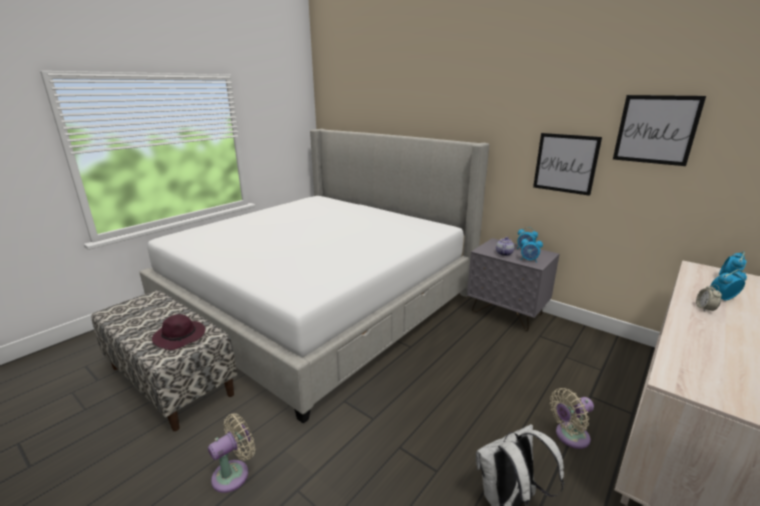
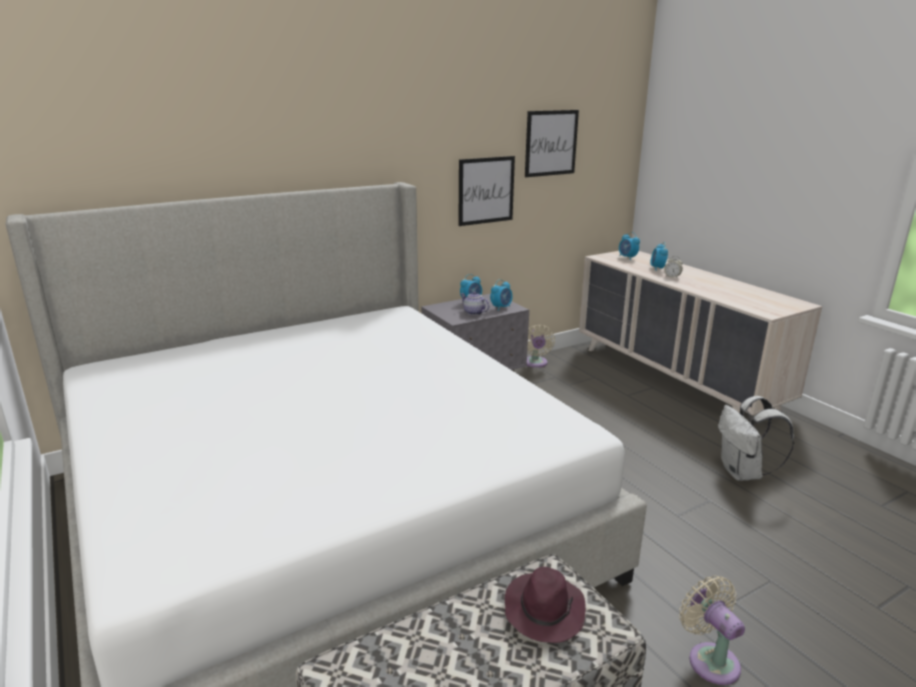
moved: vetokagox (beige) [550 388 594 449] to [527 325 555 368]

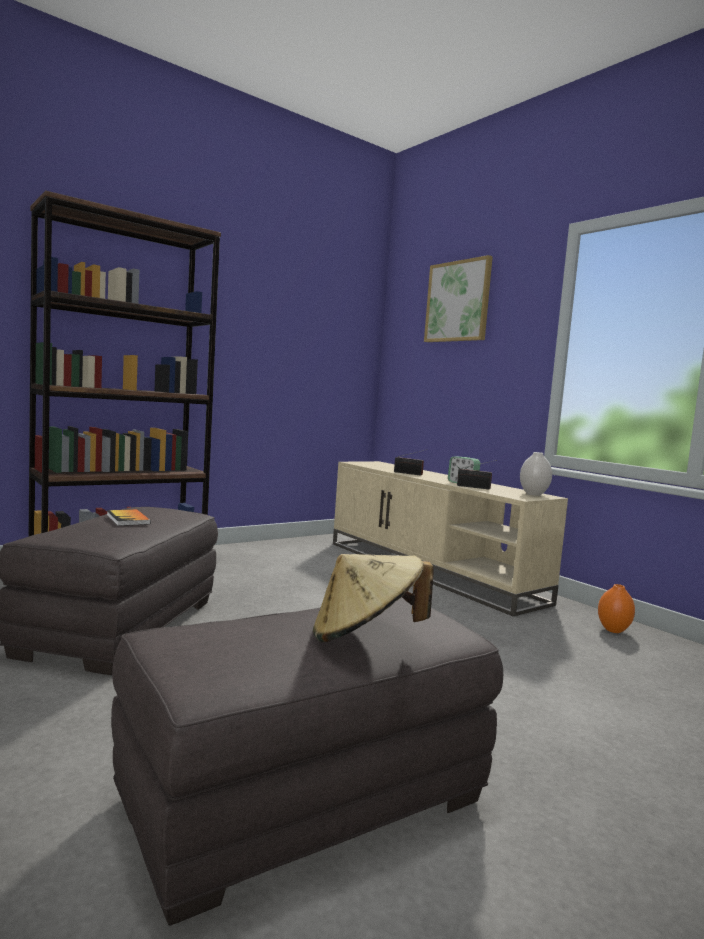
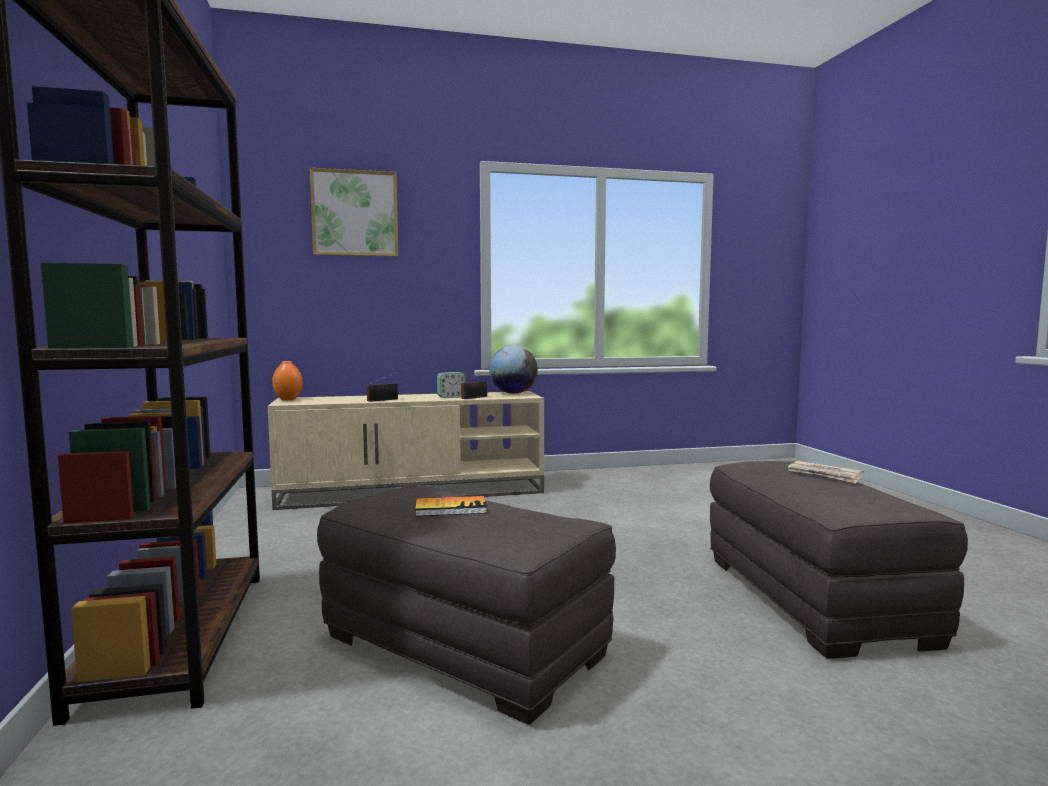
moved: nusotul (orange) [598 584 635 633] to [272 361 302 400]
replaced: nusotul (white) [520 452 552 496] to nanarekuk [489 345 538 394]; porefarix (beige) [313 554 434 642] to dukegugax [788 461 864 483]

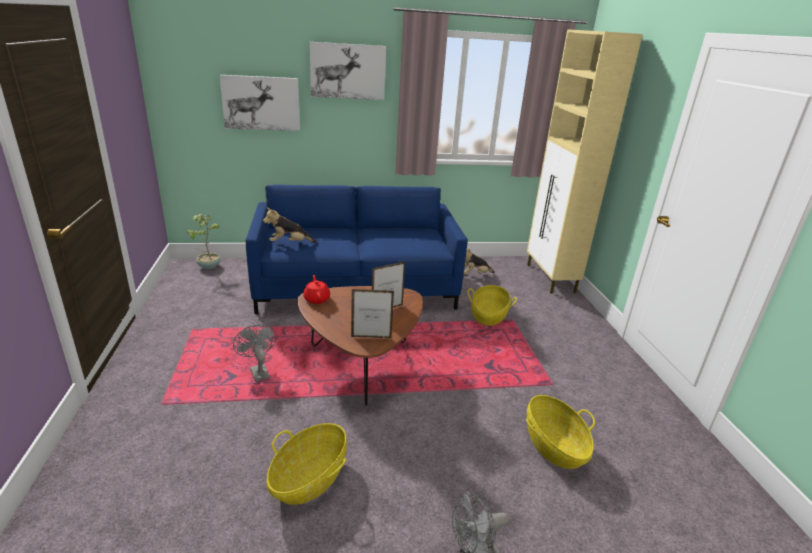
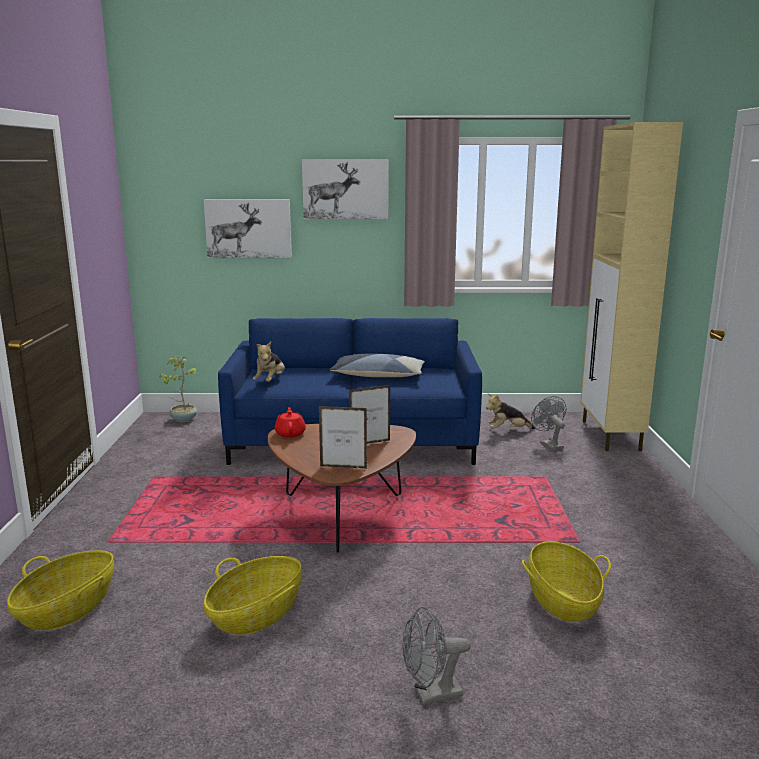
added: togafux [330 353 425 377]
moved: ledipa [467 285 517 326] to [7 550 114 630]; vetokagox (grey) [233 324 277 382] to [531 396 567 451]
turned: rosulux [263 207 317 243] = [253 342 285 382] 75 degrees counterclockwise

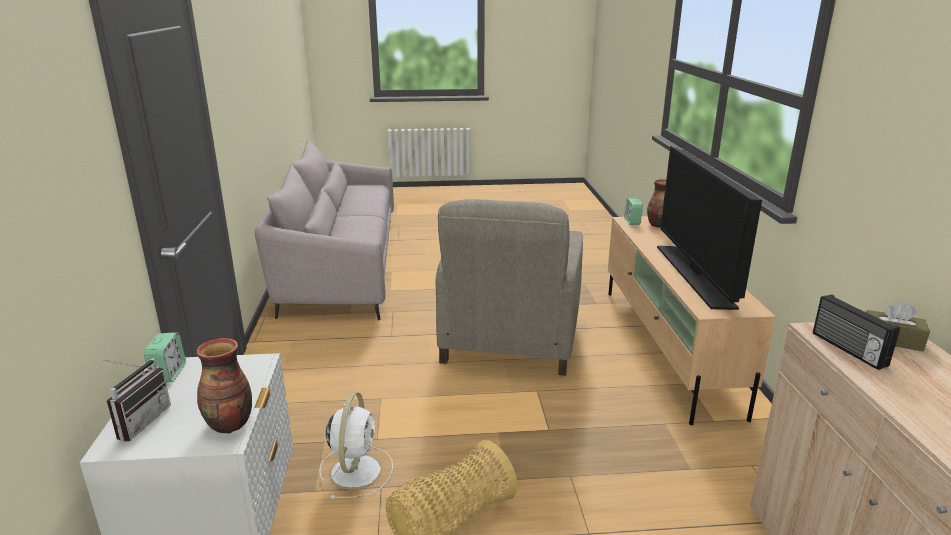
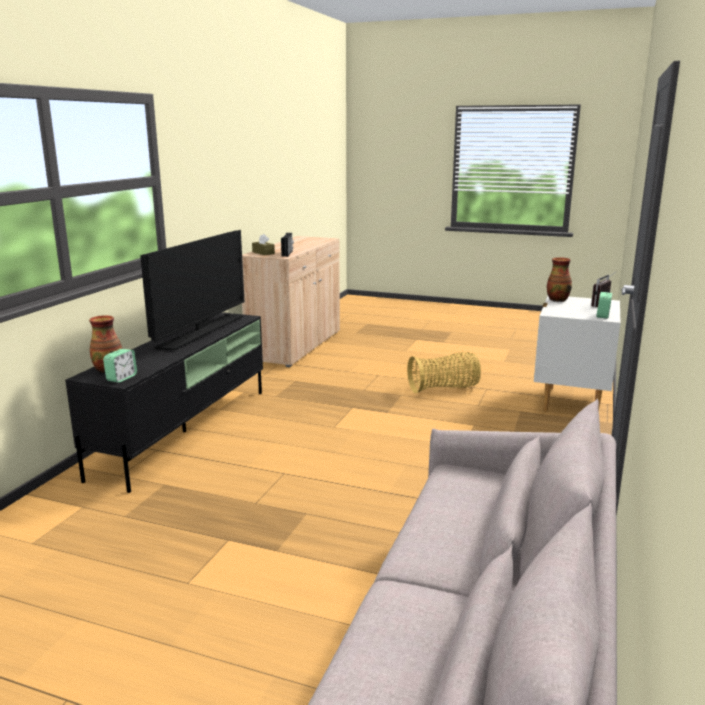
removed: vetokagox (white) [319 392 393 499]; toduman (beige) [436 199 583 376]
recoloured: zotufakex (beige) [608 216 776 425] to zotufakex (black) [65 312 263 493]

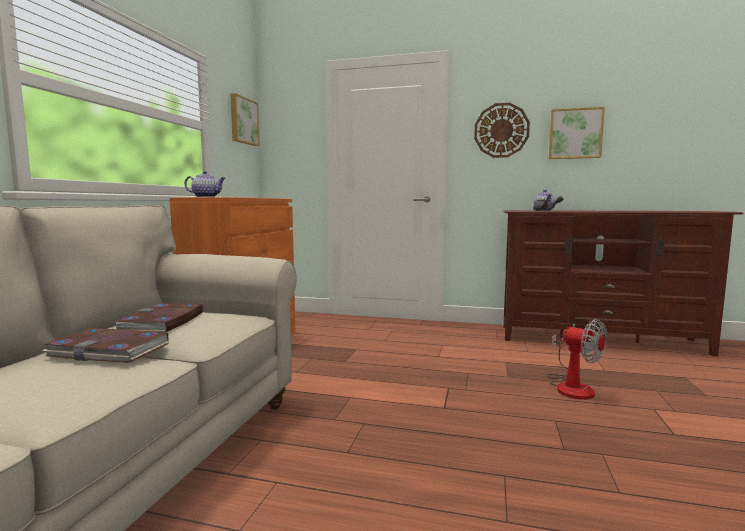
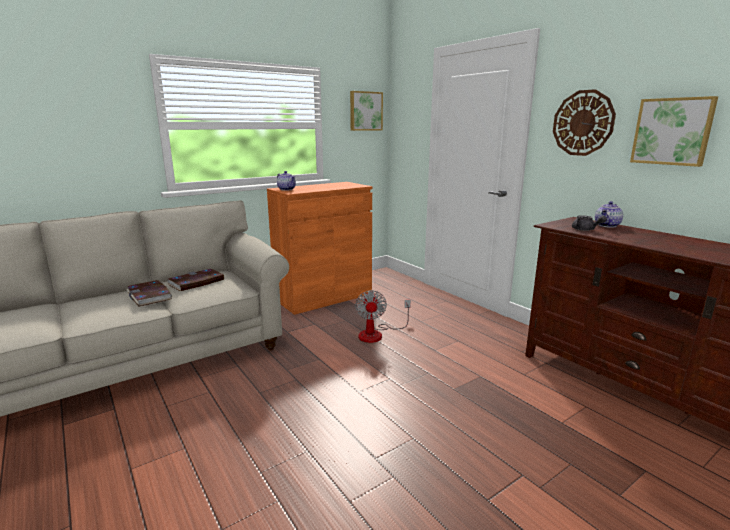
moved: vetokagox [547 319 607 400] to [355 290 411 343]

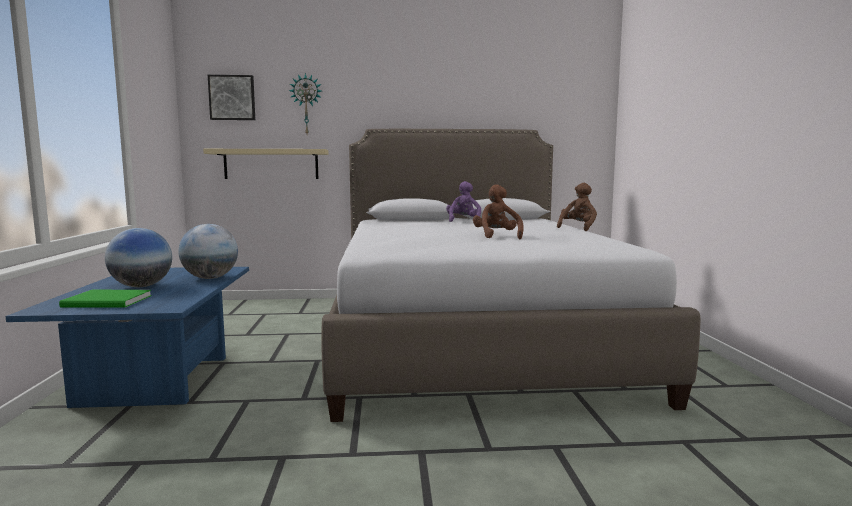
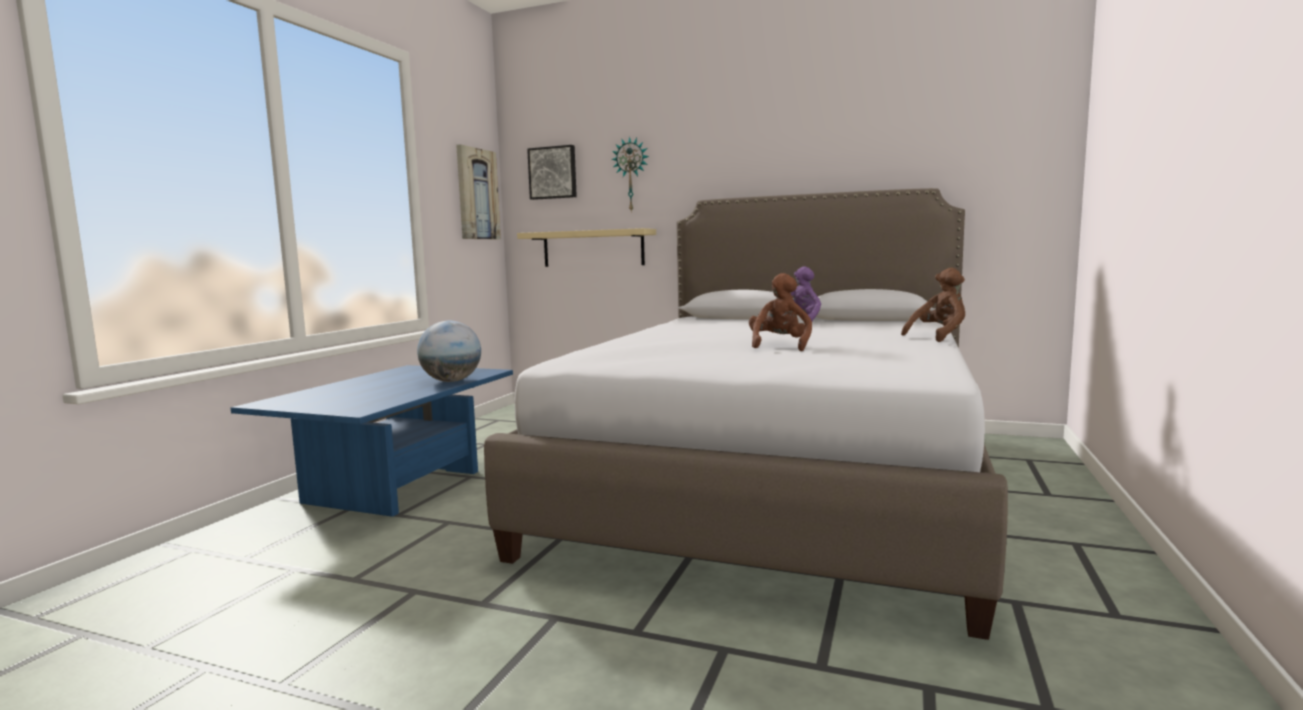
removed: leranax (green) [59 290 152 308]; nanarekuk [105 228 172 287]
added: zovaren [456 144 501 239]

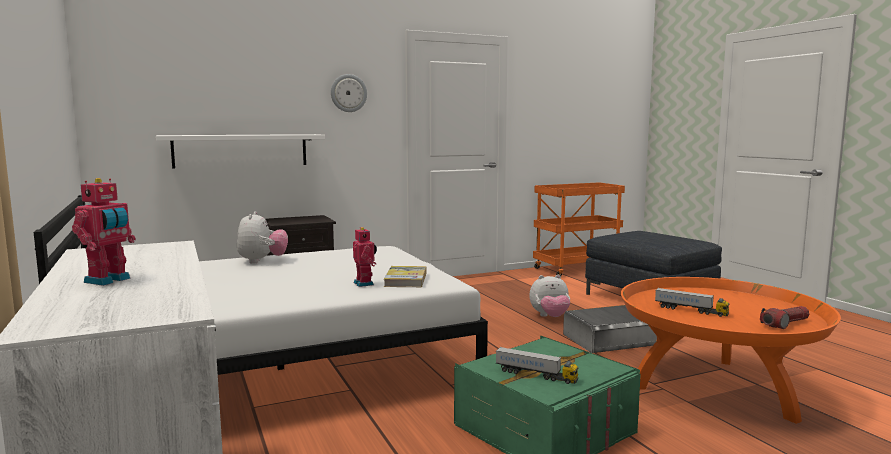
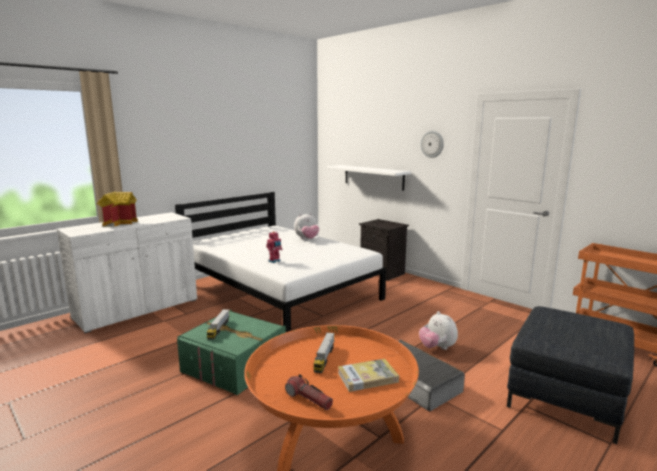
moved: leranax [384 266 426 287] to [338 359 399 392]
replaced: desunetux [72 178 136 286] to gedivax [96 192 138 227]

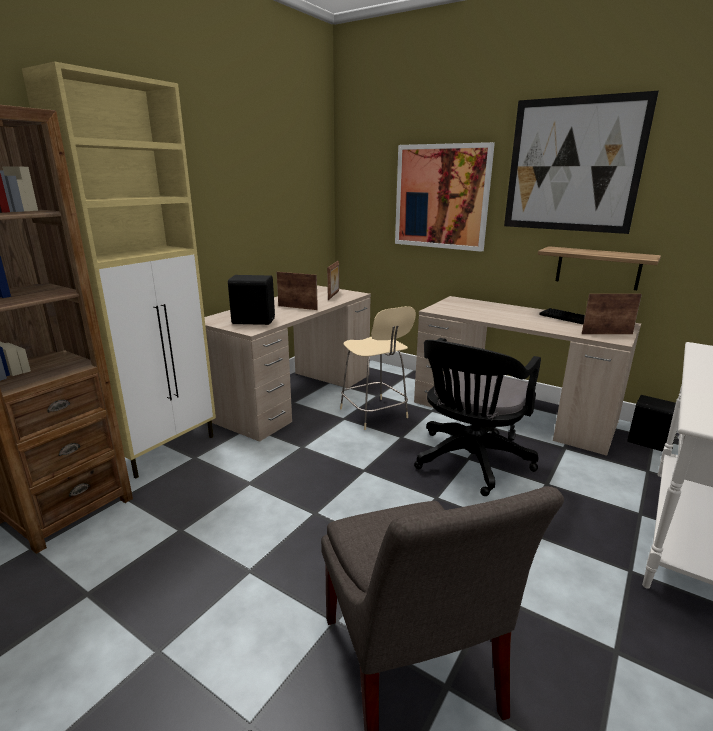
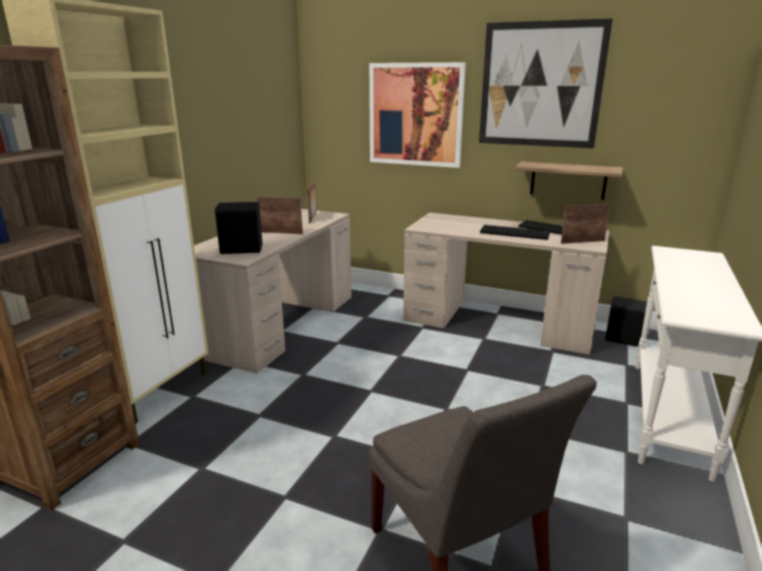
removed: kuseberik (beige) [340 306 416 430]; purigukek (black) [414 338 541 496]
added: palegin [480 225 550 240]

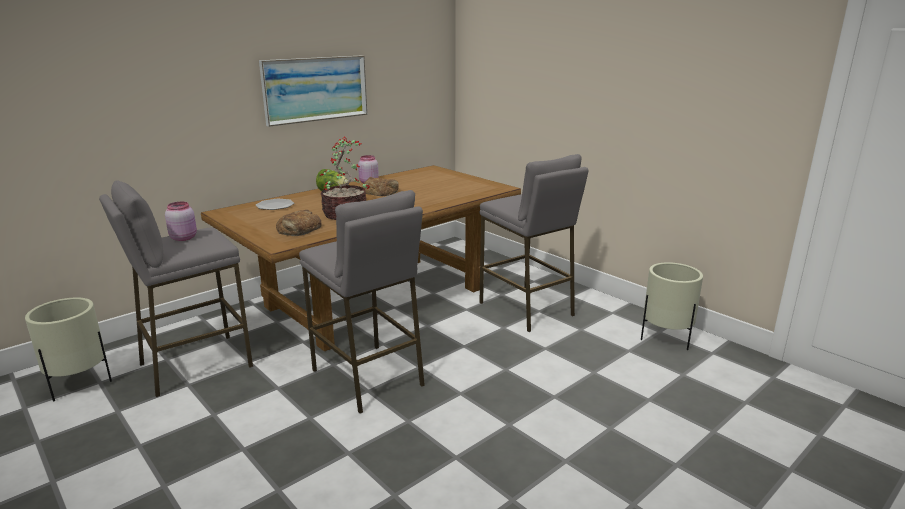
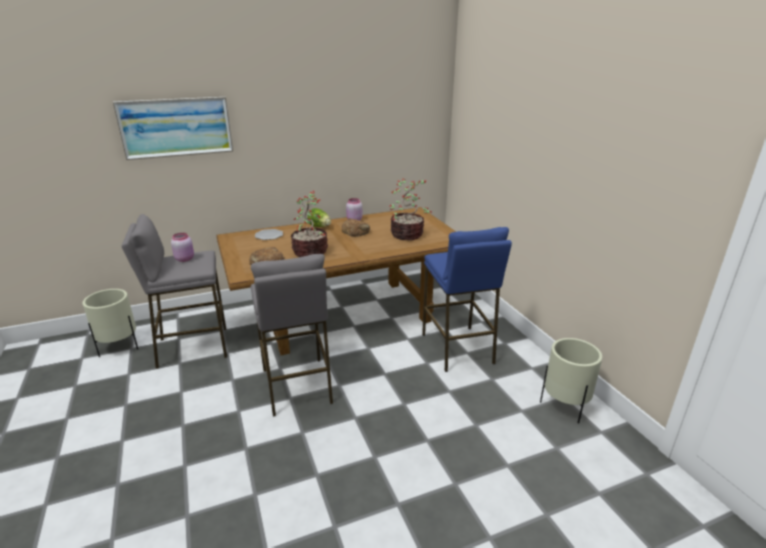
added: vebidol [390 179 432 240]
moved: zovaren [259 55 367 127] to [113 97 233 160]
recoloured: kuseberik (grey) [479 154 589 332] to kuseberik (blue) [422 227 512 372]

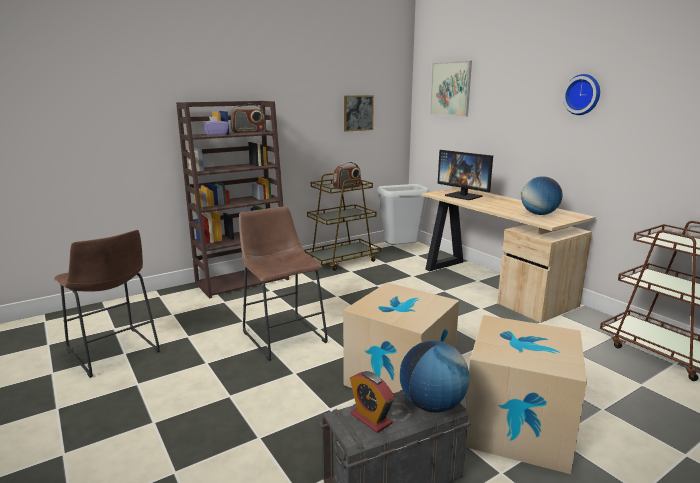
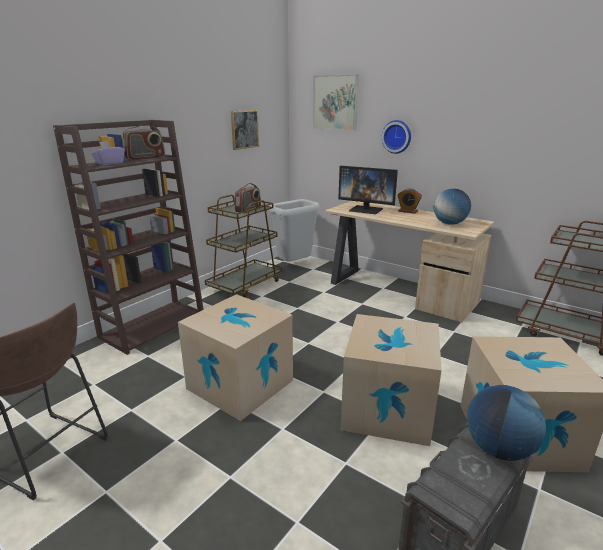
moved: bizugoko [563 74 600 115] to [381 120 411 154]; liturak [350 371 394 433] to [398 188 422 214]
replaced: kuseberik (brown) [239 206 328 361] to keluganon [178 294 293 421]

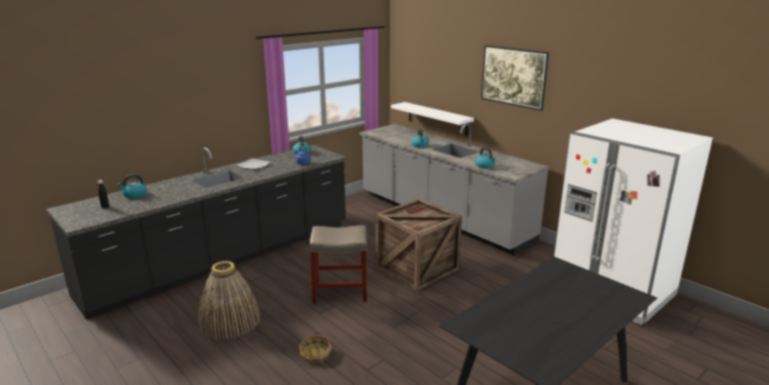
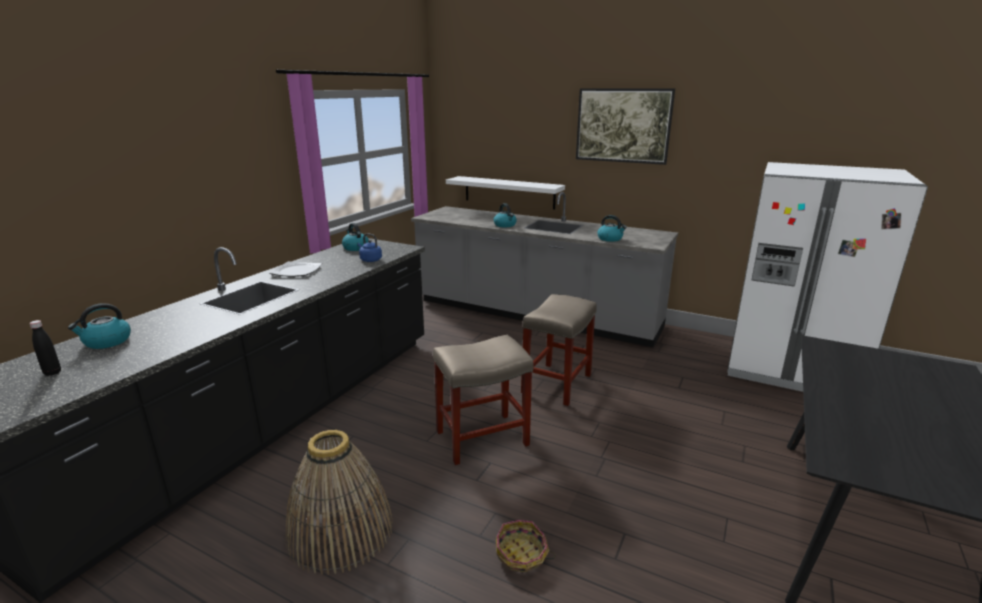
replaced: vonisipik [375 198 462 291] to kuseberik (beige) [521 294 597 406]

